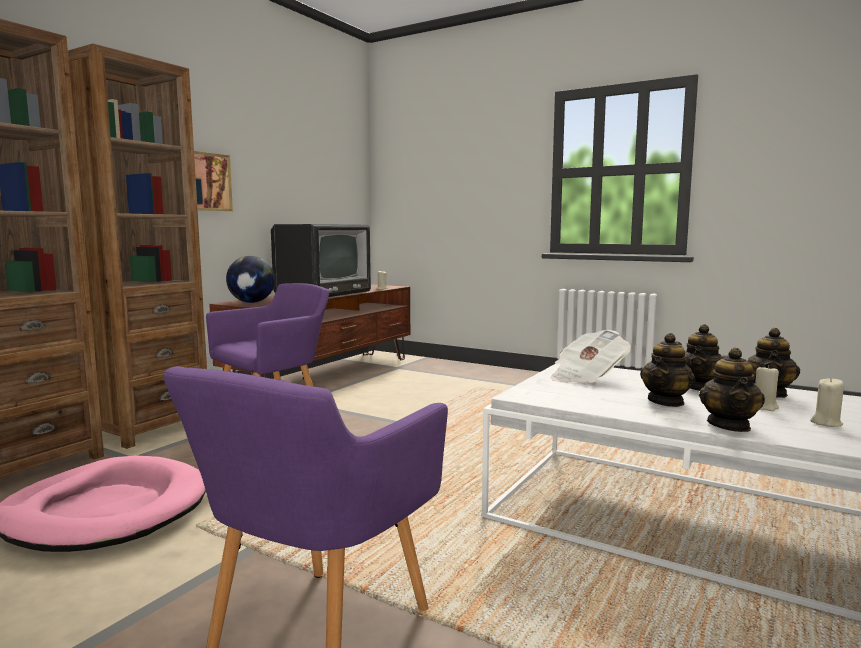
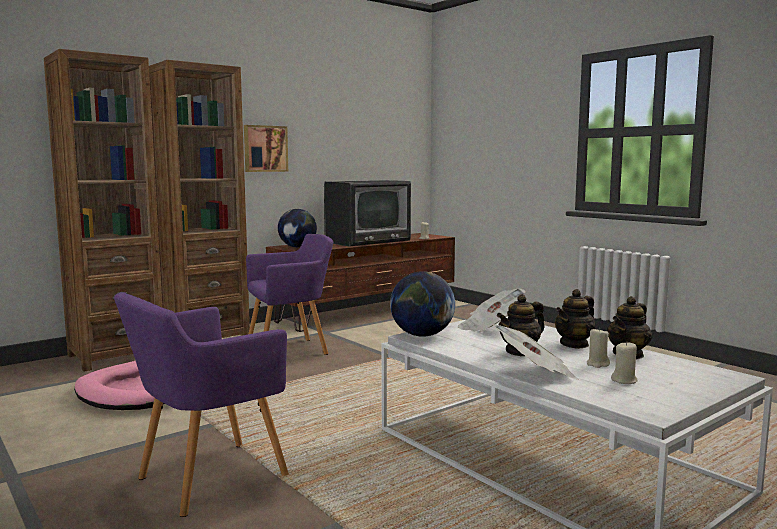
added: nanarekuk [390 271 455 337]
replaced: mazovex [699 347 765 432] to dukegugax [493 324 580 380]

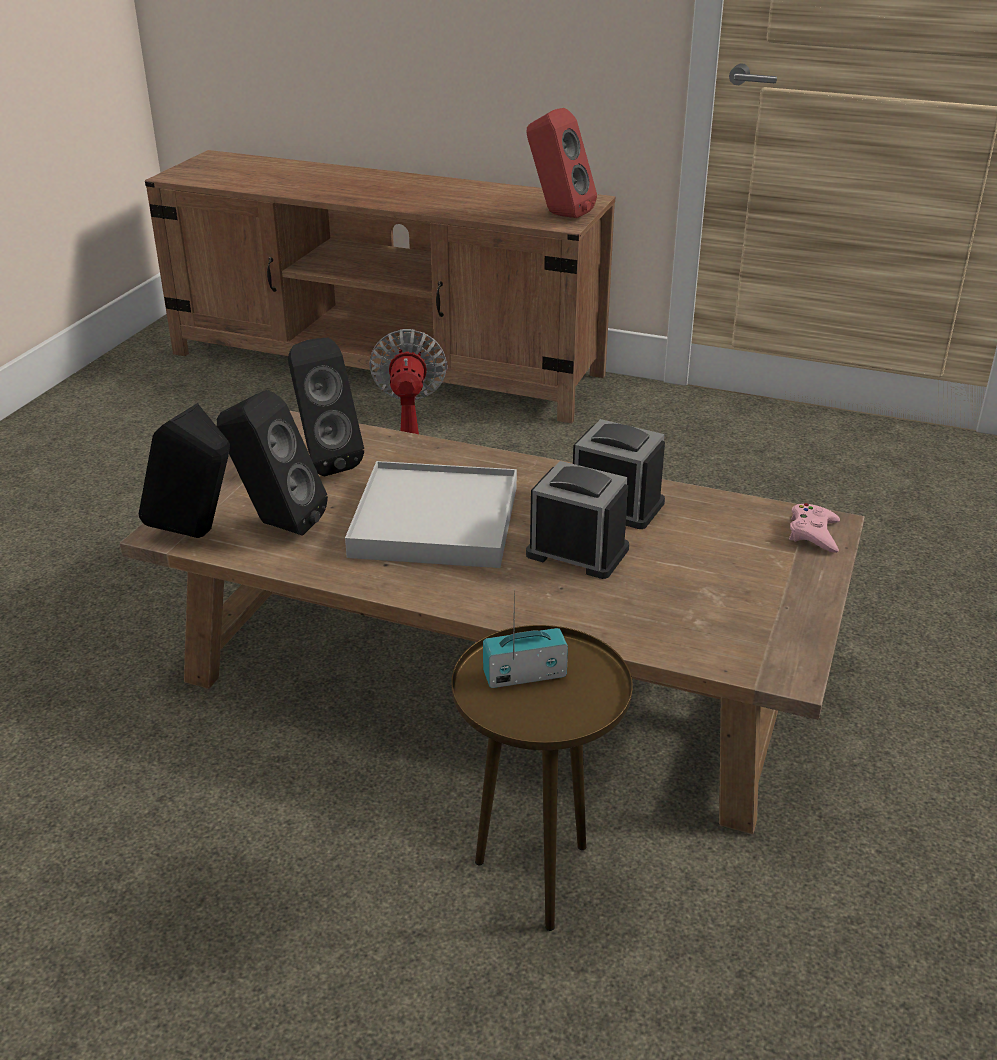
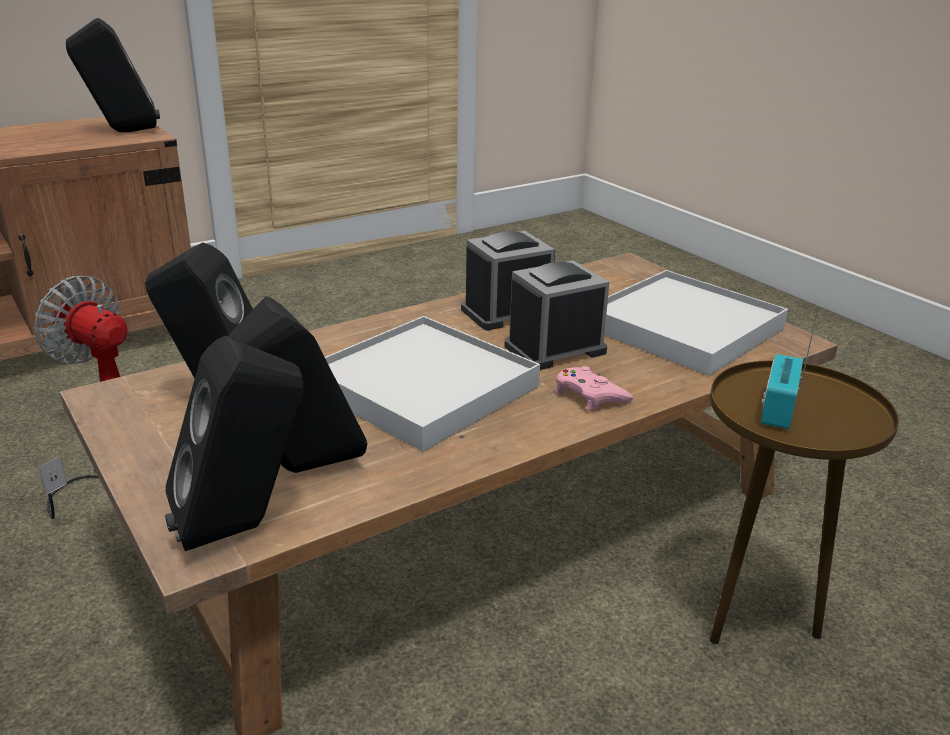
added: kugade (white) [604 270 788 376]
moved: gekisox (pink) [789 503 840 553] to [556 366 633 411]
recoloured: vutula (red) [526 108 597 218] to vutula (black) [66 18 160 132]

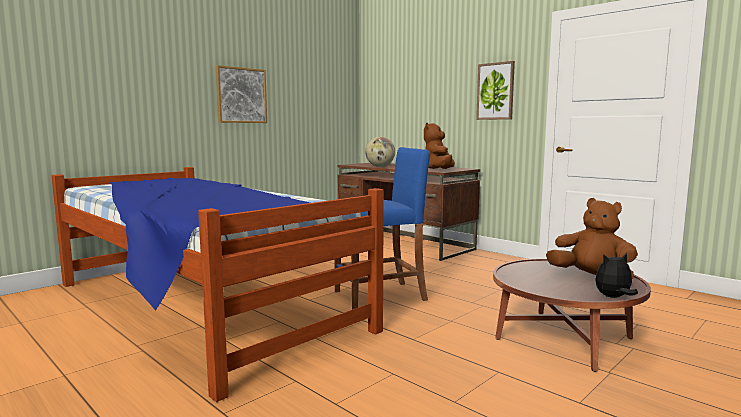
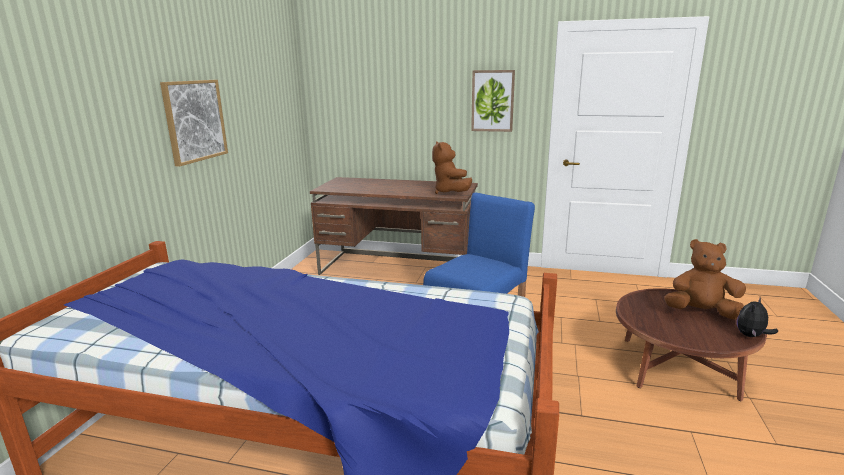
removed: nanarekuk [365 137 395 167]

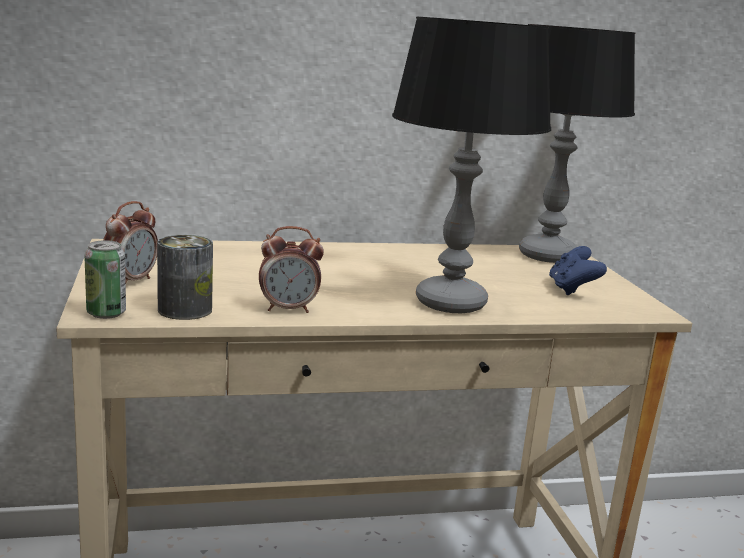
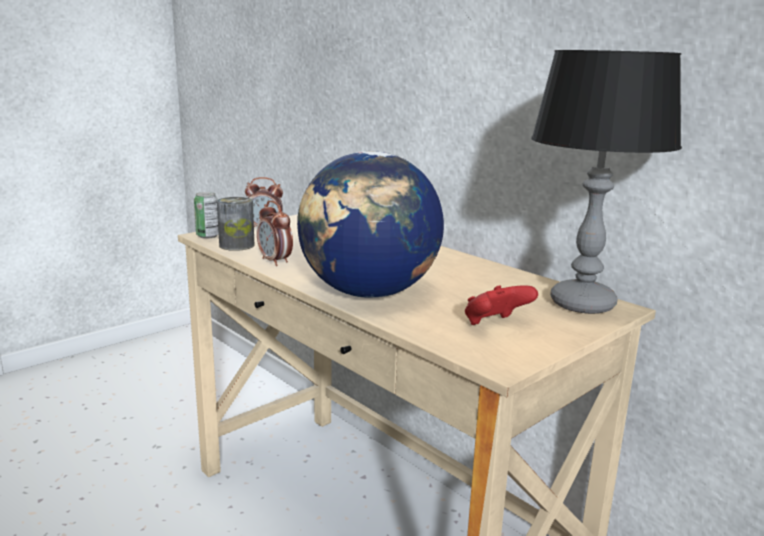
replaced: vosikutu [392 17 551 313] to nanarekuk [297 151 444 298]
recoloured: gekisox (blue) [549 246 607 295] to gekisox (red) [465 285 538 325]

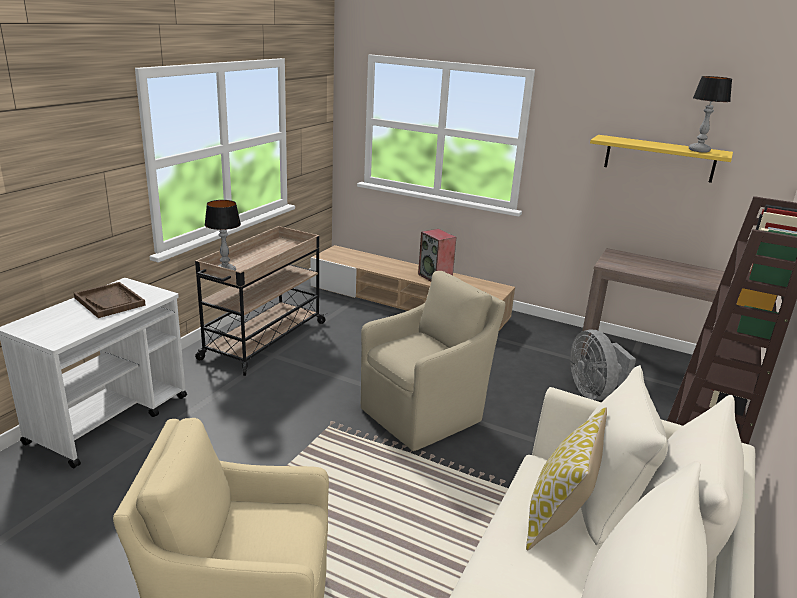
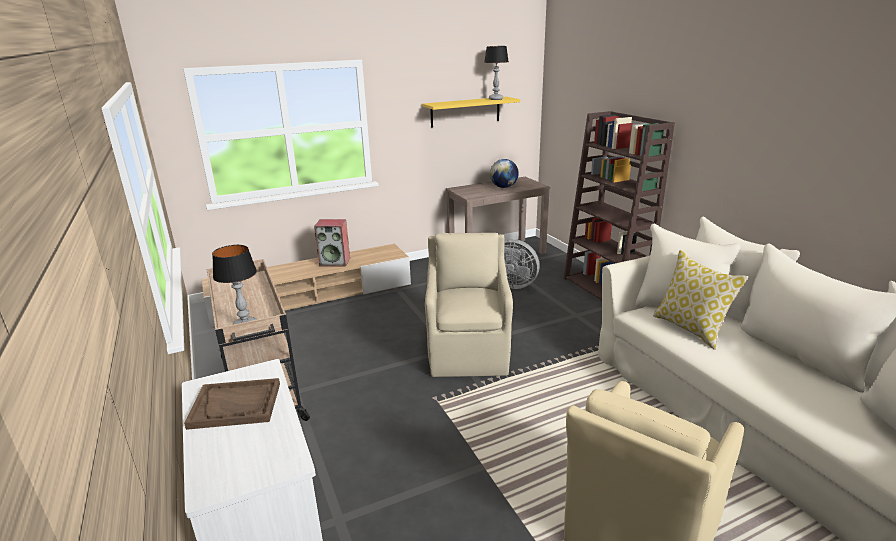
added: nanarekuk [490 159 519 188]

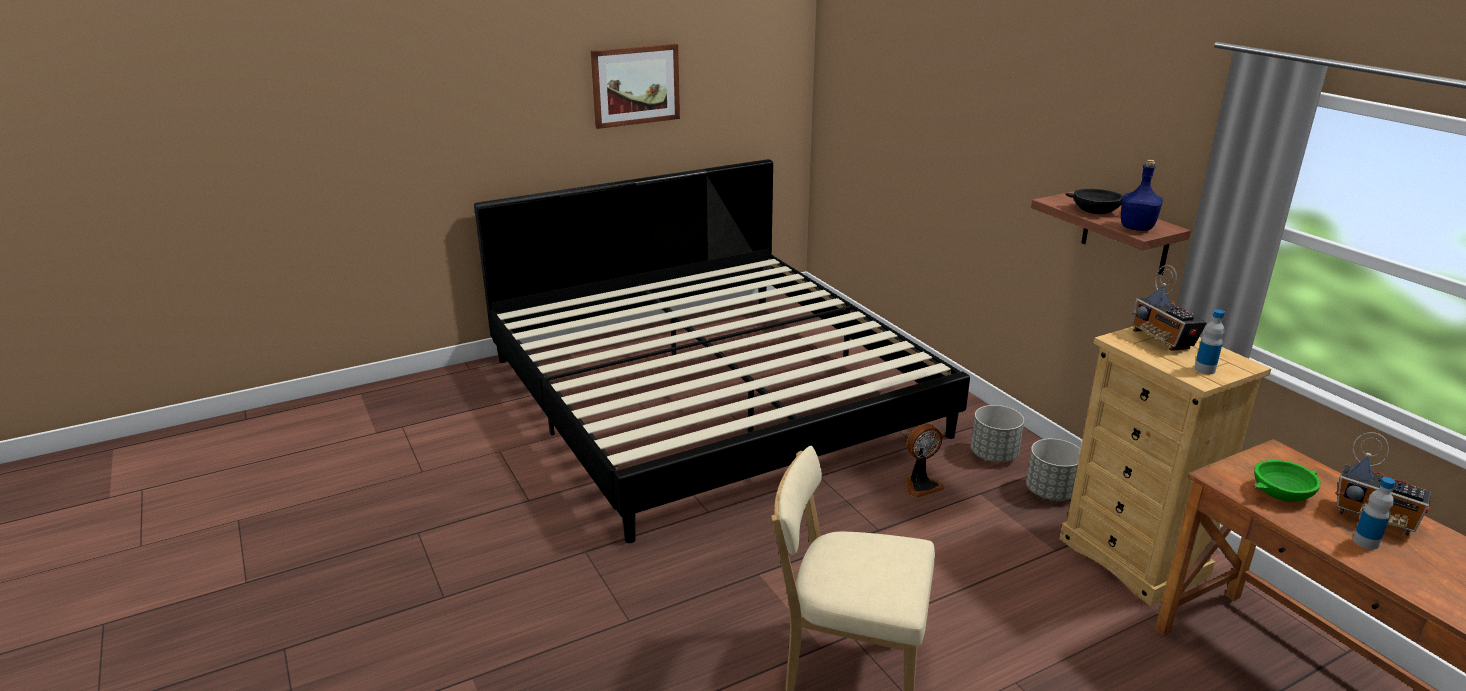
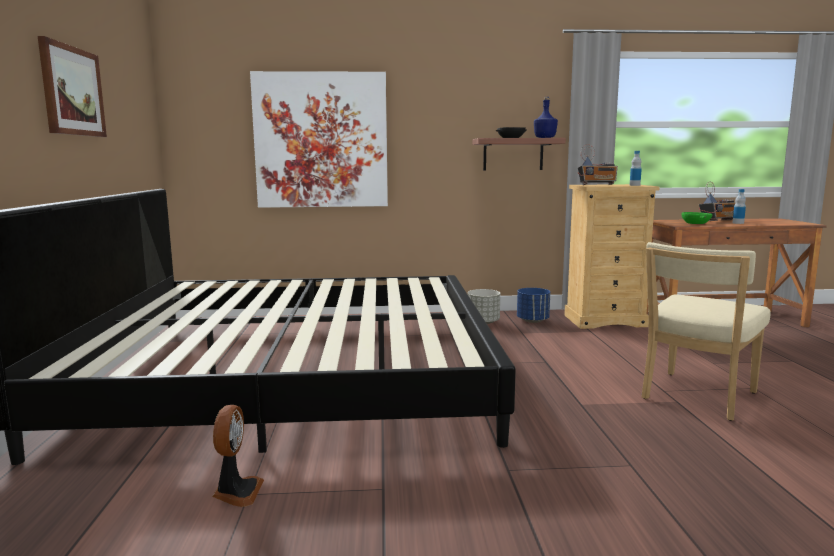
added: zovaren [250 71 388 208]
moved: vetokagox [906 424 944 498] to [212 405 264 507]
recoloured: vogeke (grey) [1026 439 1081 500] to vogeke (blue) [517 288 550 323]

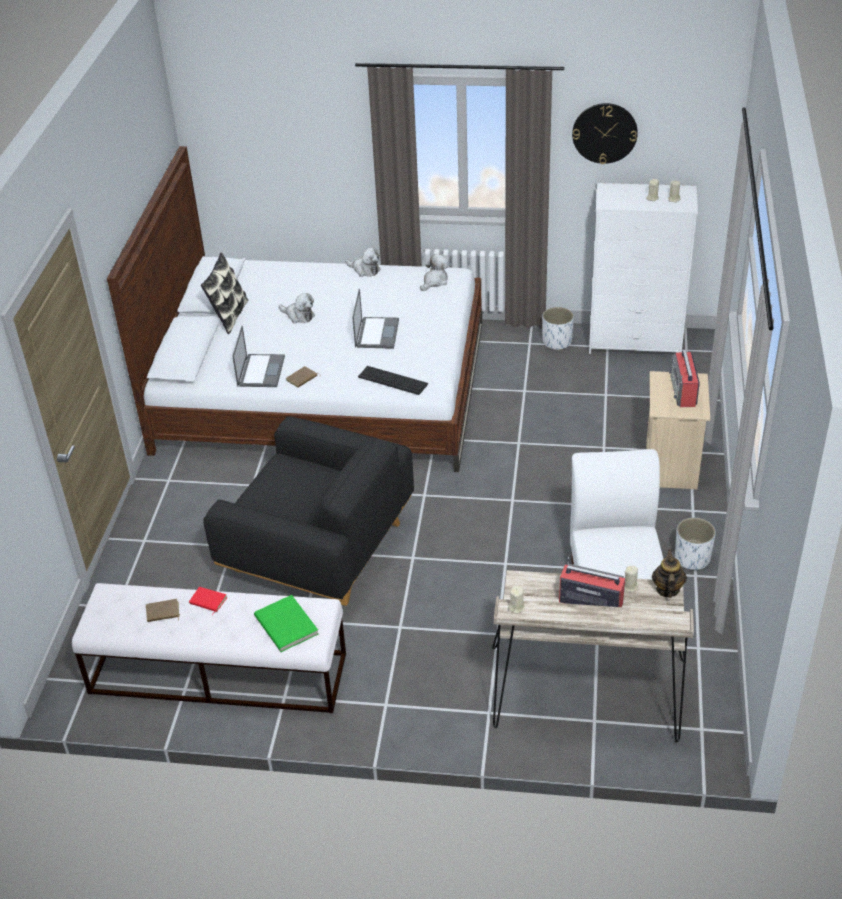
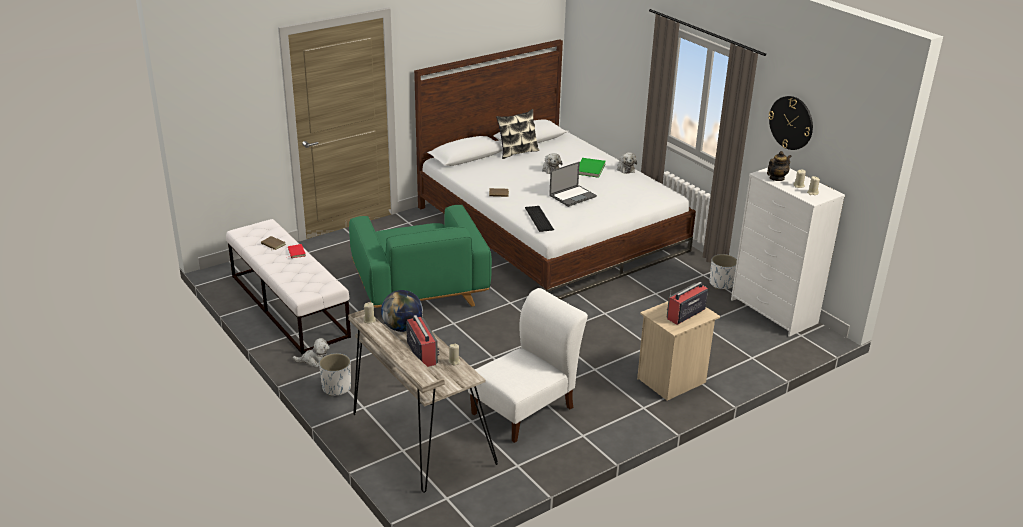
removed: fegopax [232 326 285 387]
added: nanarekuk [381 290 423 332]
moved: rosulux [420 254 449 291] to [292 338 330 368]; vogeke (white) [675 517 716 570] to [319 353 351 396]; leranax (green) [254 595 319 652] to [579 158 606 178]; mazovex [652 549 687 598] to [767 151 792 181]
recoloured: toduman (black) [203 416 414 606] to toduman (green) [349 204 492 308]

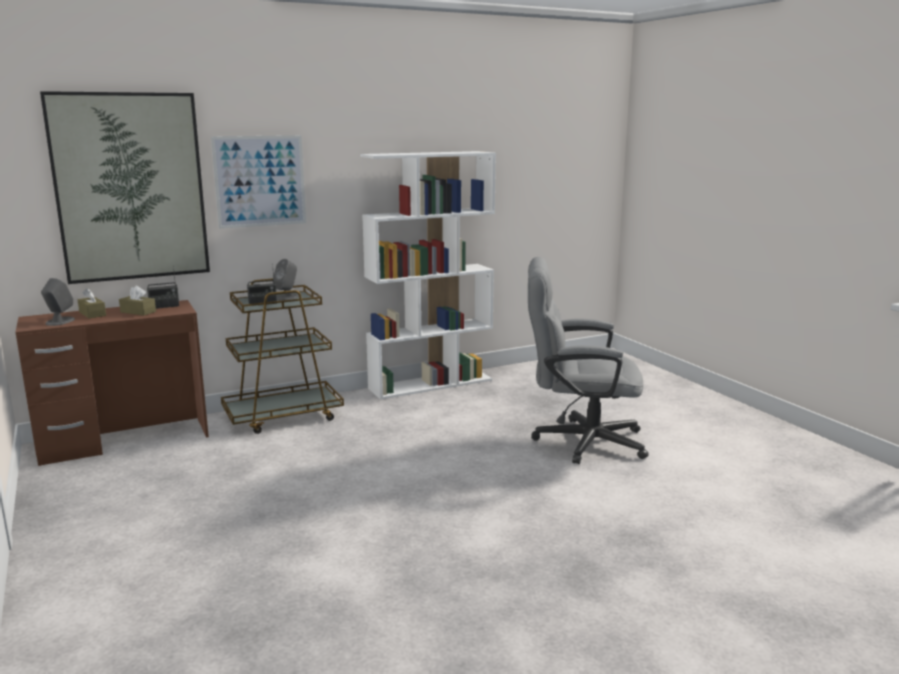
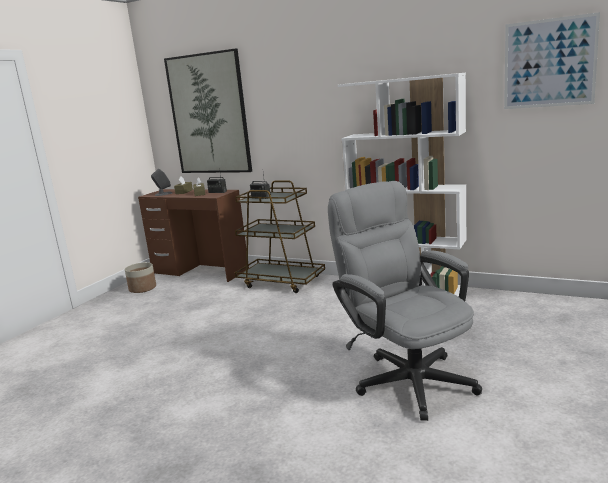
removed: vutula (grey) [273 259 299 301]
added: vogeke [125 262 156 293]
moved: zovaren [211 135 306 229] to [504 12 600 109]

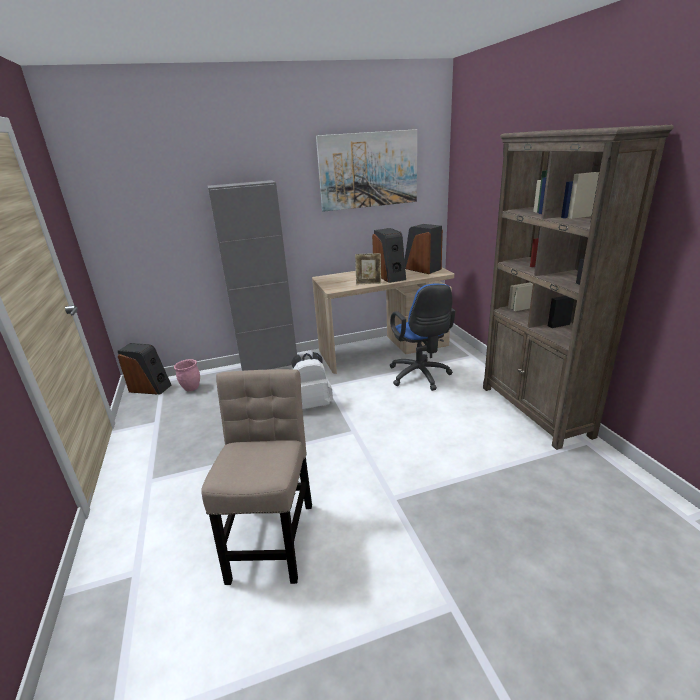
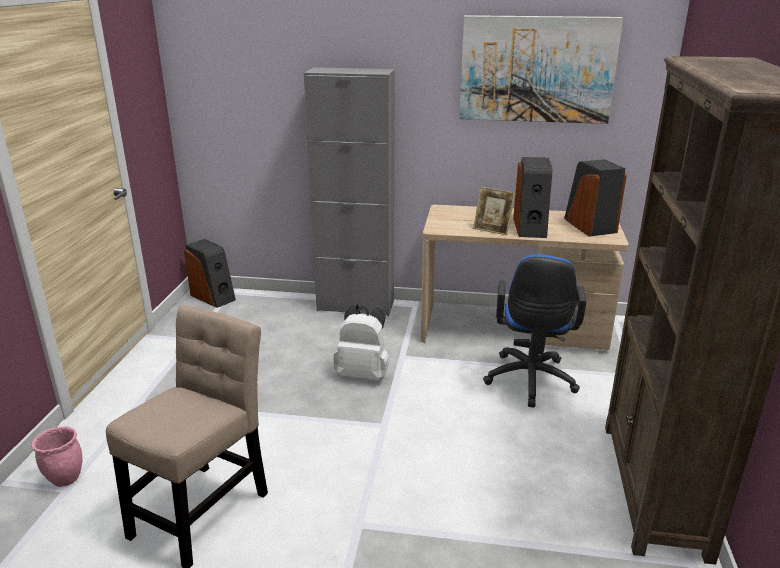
moved: vogeke (pink) [174 359 200 392] to [31 426 83 487]

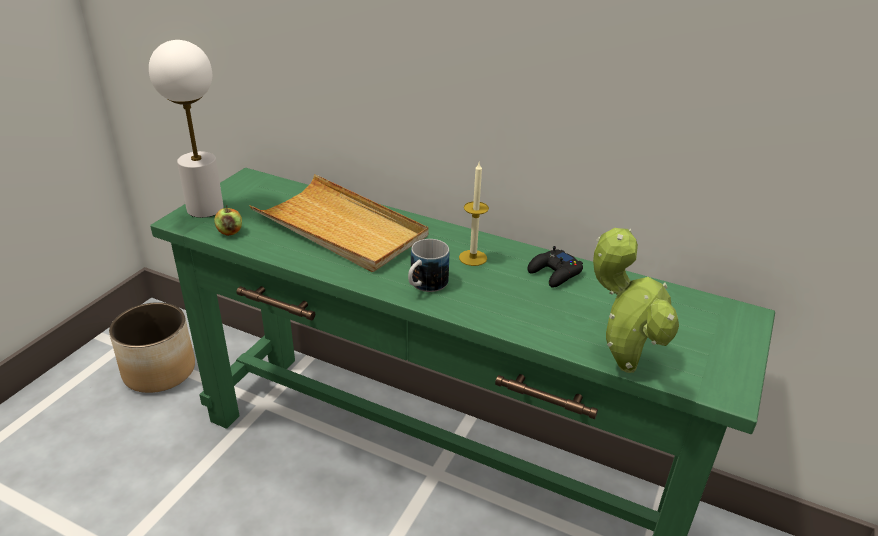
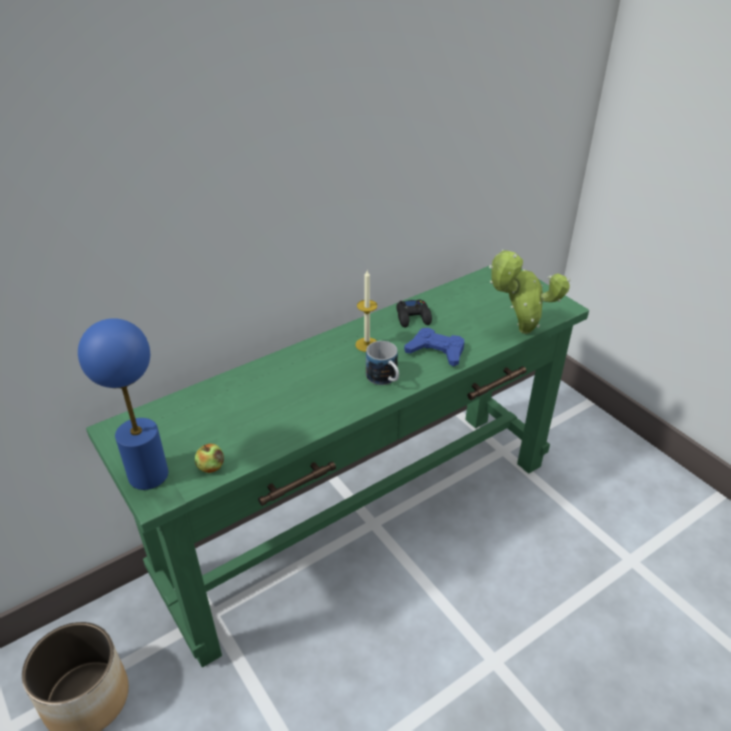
removed: kugade (beige) [250 174 429 272]
added: gekisox (blue) [404 328 464 366]
recoloured: vosikutu (white) [149 40 224 218] to vosikutu (blue) [78 318 168 490]

